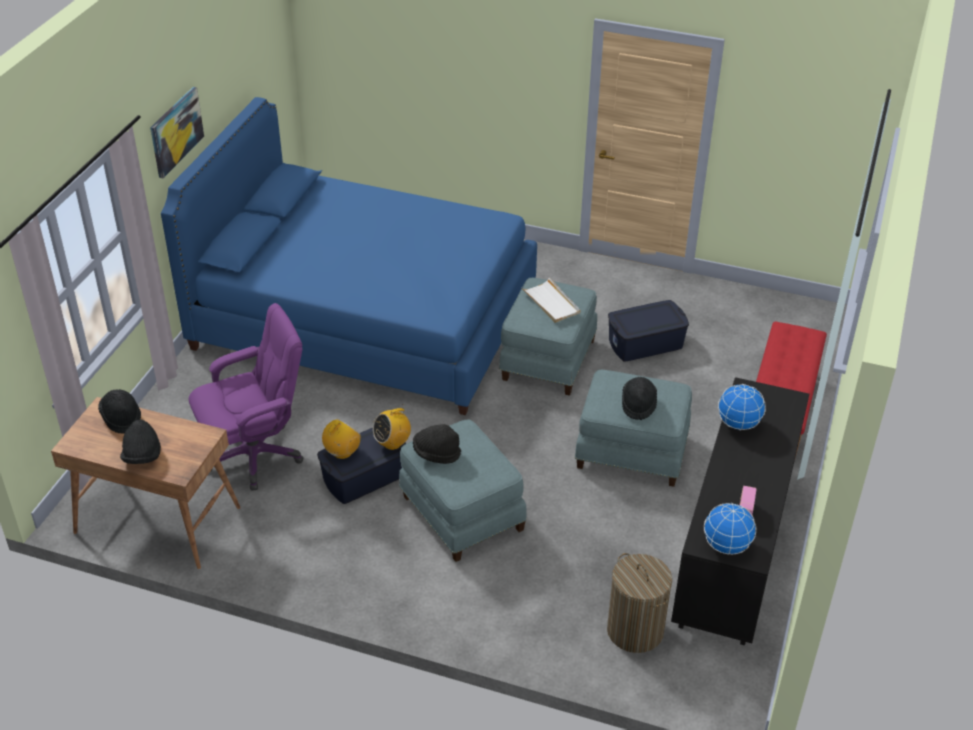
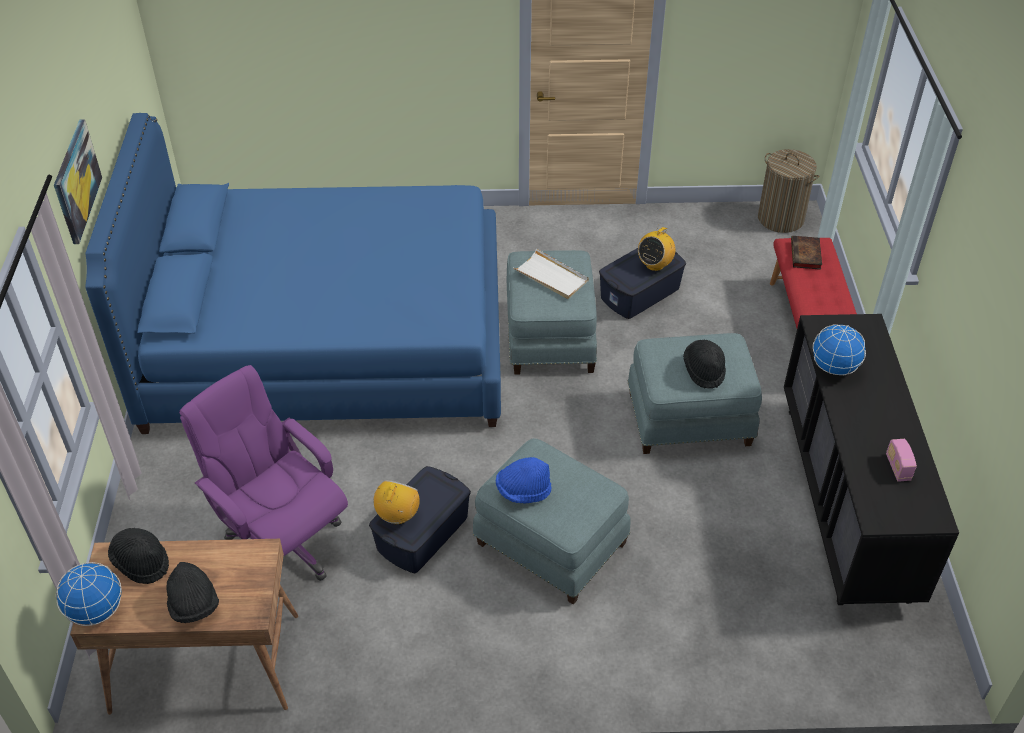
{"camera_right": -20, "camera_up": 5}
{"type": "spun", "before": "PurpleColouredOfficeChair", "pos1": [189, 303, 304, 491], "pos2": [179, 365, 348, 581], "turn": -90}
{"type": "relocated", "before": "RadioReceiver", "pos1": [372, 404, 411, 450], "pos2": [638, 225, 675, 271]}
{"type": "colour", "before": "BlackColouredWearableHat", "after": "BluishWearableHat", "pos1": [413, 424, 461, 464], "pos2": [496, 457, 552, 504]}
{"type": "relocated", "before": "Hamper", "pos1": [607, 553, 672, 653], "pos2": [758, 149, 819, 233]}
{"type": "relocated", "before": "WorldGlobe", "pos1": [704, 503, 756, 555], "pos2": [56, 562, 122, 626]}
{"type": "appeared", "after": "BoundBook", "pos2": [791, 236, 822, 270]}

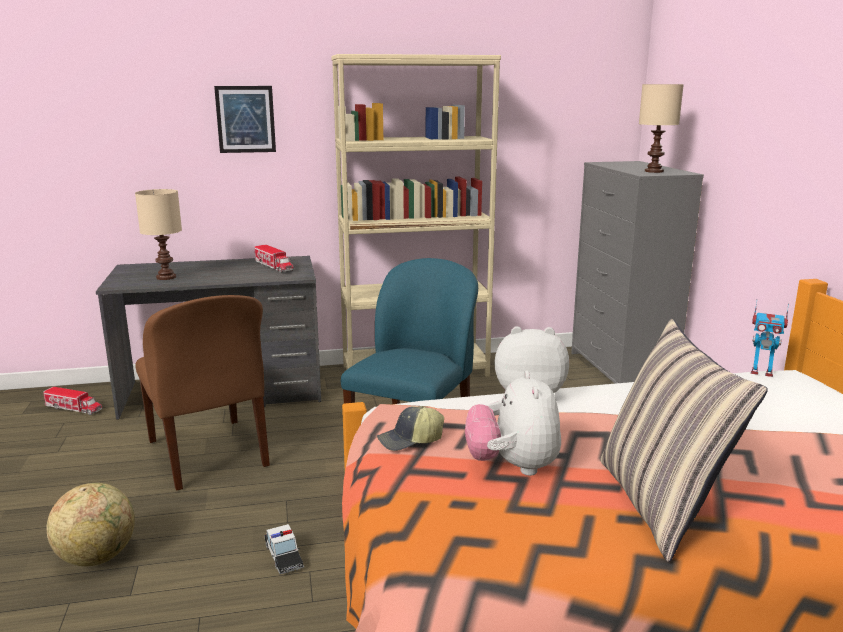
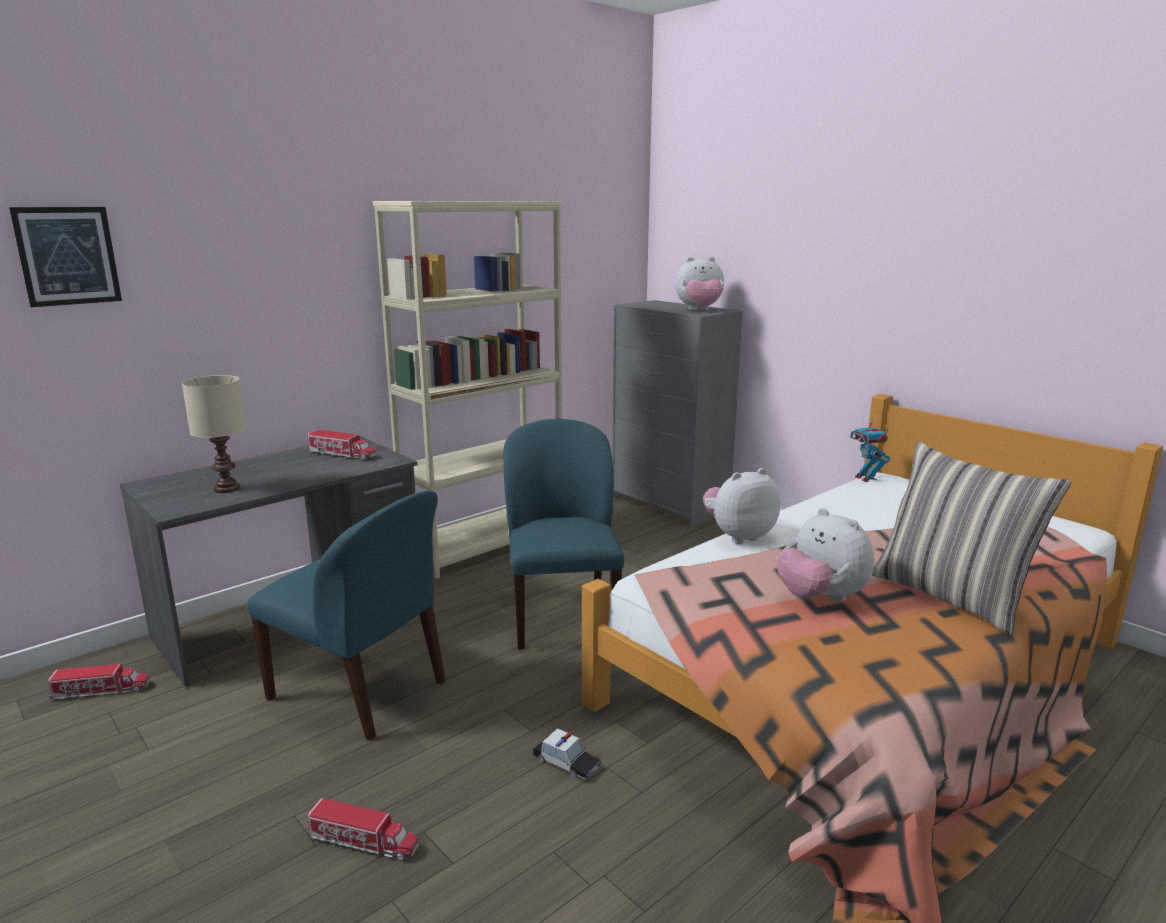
{"camera_right": -30, "camera_up": 0}
{"type": "exchanged", "before": "WorldGlobe", "after": "ToyTruck", "pos1": [47, 483, 135, 566], "pos2": [308, 798, 419, 861]}
{"type": "colour", "before": "BrownUprightChair", "after": "BluishUprightChair", "pos1": [135, 295, 270, 491], "pos2": [247, 491, 446, 741]}
{"type": "relocated", "before": "Picture", "pos1": [214, 86, 276, 153], "pos2": [9, 207, 122, 307]}
{"type": "missing", "before": "Cap", "pos1": [377, 406, 444, 451]}
{"type": "exchanged", "before": "SandColouredTabletopLamp", "after": "PlushToy", "pos1": [639, 84, 684, 173], "pos2": [675, 257, 724, 310]}
{"type": "spun", "before": "ModelRobot", "pos1": [751, 302, 789, 377], "pos2": [850, 416, 892, 482], "turn": 75}

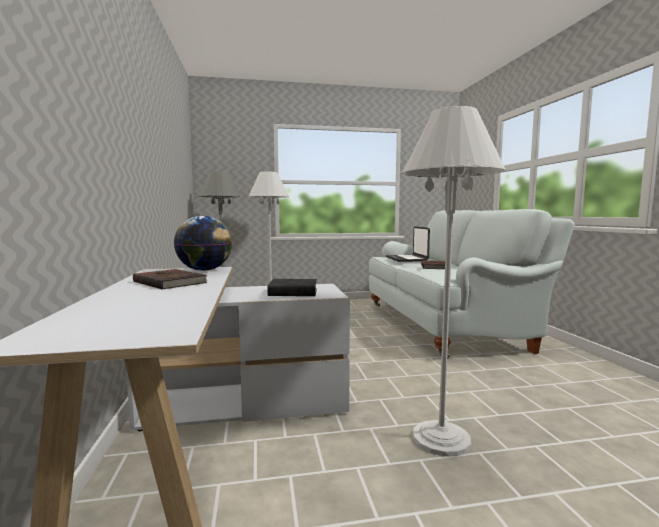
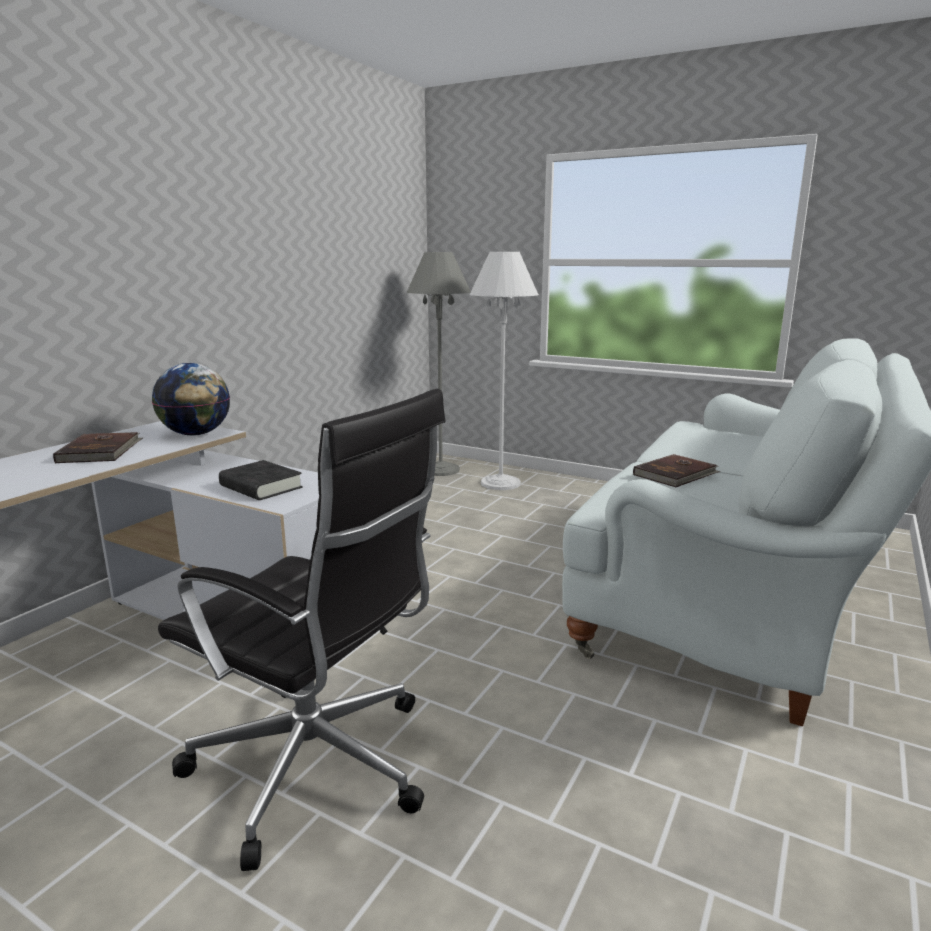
{"camera_right": 40, "camera_up": 10}
{"type": "missing", "before": "PortableComputer", "pos1": [386, 226, 430, 262]}
{"type": "exchanged", "before": "WhitishStandingLamp", "after": "BlackColouredOfficeChair", "pos1": [402, 106, 506, 457], "pos2": [158, 389, 446, 871]}

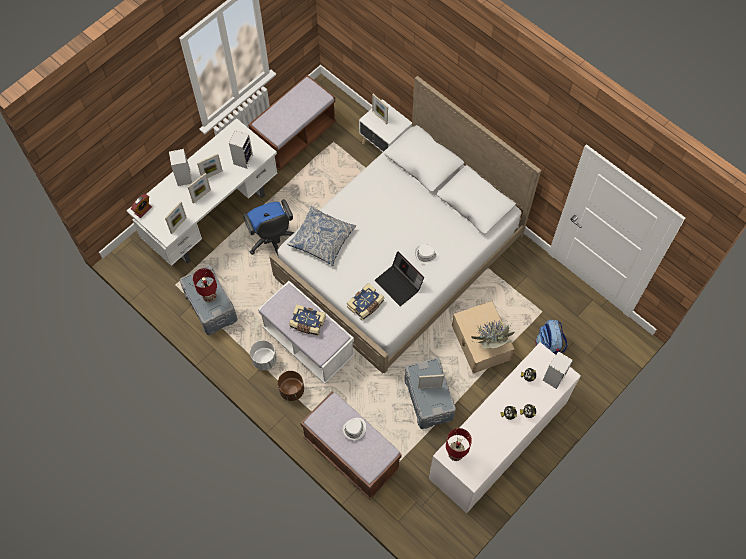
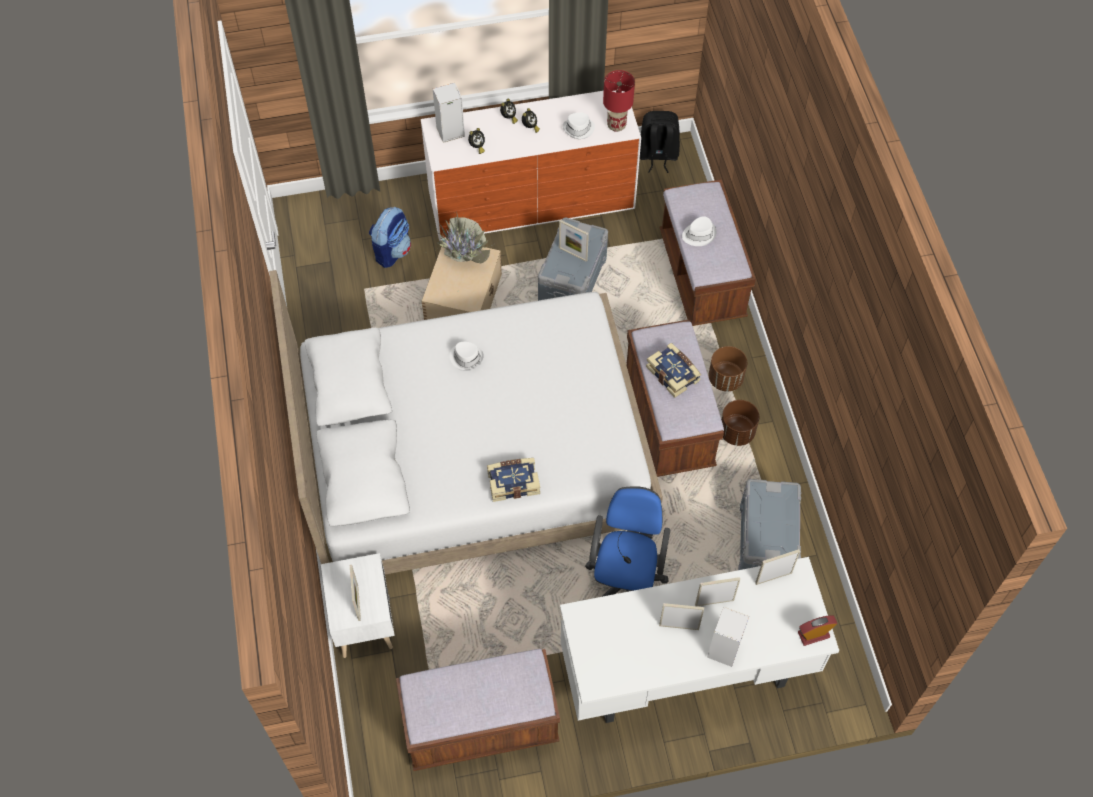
{"camera_right": -145, "camera_up": -5}
{"type": "missing", "before": "RedColouredTabletopLamp", "pos1": [193, 268, 217, 302]}
{"type": "missing", "before": "AudioSpeaker", "pos1": [229, 130, 253, 169]}
{"type": "colour", "before": "WhitishFlowerPot", "after": "BrownFlowerPot", "pos1": [250, 340, 277, 370], "pos2": [721, 400, 759, 446]}
{"type": "colour", "before": "WhitishBench", "after": "BrownBench", "pos1": [258, 281, 355, 384], "pos2": [626, 320, 724, 477]}
{"type": "missing", "before": "Pillow", "pos1": [287, 206, 356, 266]}
{"type": "relocated", "before": "BoundBook", "pos1": [347, 283, 384, 321], "pos2": [487, 458, 540, 502]}
{"type": "missing", "before": "PortableComputer", "pos1": [375, 251, 424, 306]}
{"type": "appeared", "after": "WhitishWearableHat", "pos2": [563, 112, 595, 139]}
{"type": "appeared", "after": "BlackColouredBackpack", "pos2": [640, 111, 680, 173]}

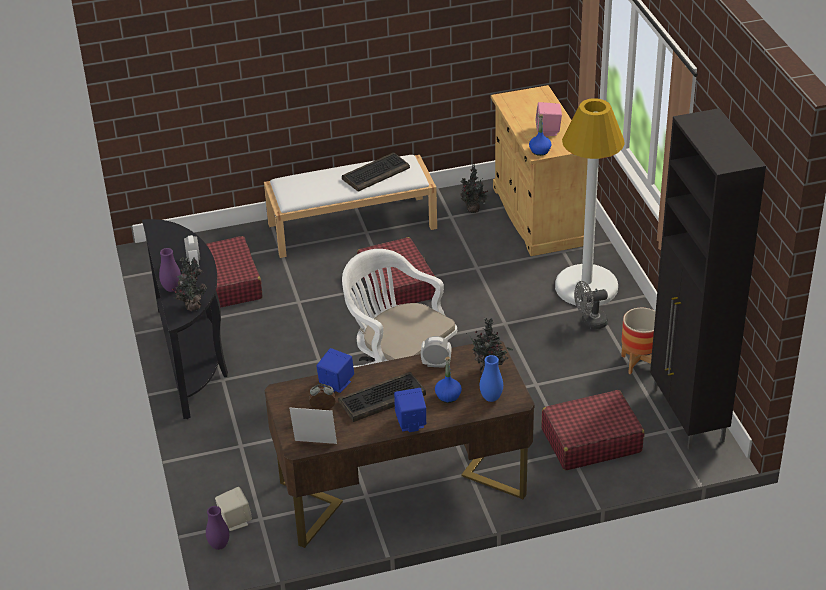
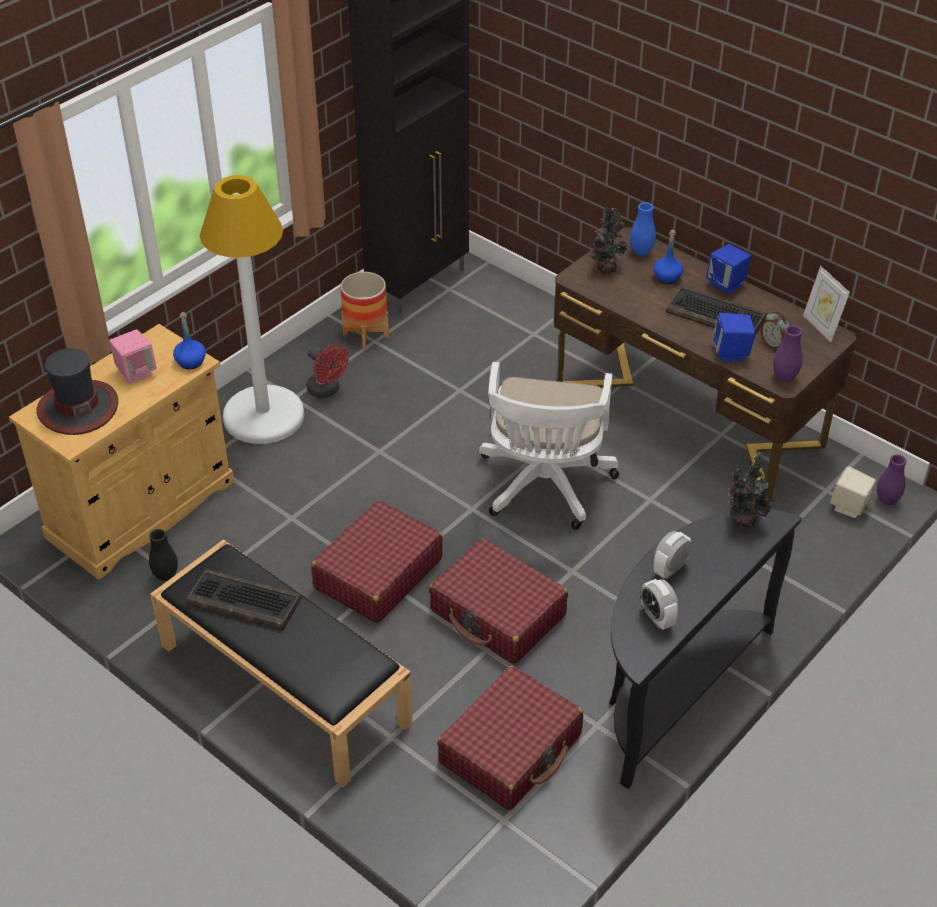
{"camera_right": -125, "camera_up": 5}
{"type": "relocated", "before": "PurpleColouredFlowerVase", "pos1": [159, 248, 181, 292], "pos2": [773, 325, 802, 382]}
{"type": "colour", "before": "WhitishBench", "after": "BlackColouredBench", "pos1": [264, 155, 437, 258], "pos2": [150, 539, 413, 787]}
{"type": "relocated", "before": "BedsideClock", "pos1": [421, 336, 452, 368], "pos2": [641, 579, 679, 630]}
{"type": "exchanged", "before": "Houseplant", "after": "BlackColouredFlowerVase", "pos1": [460, 164, 489, 213], "pos2": [149, 529, 178, 581]}
{"type": "relocated", "before": "RedColouredTravelCase", "pos1": [541, 390, 645, 470], "pos2": [429, 538, 568, 664]}
{"type": "colour", "before": "GreyishFan", "after": "RedColouredFan", "pos1": [574, 281, 608, 330], "pos2": [307, 344, 349, 398]}
{"type": "appeared", "after": "WearableHat", "pos2": [36, 348, 118, 435]}

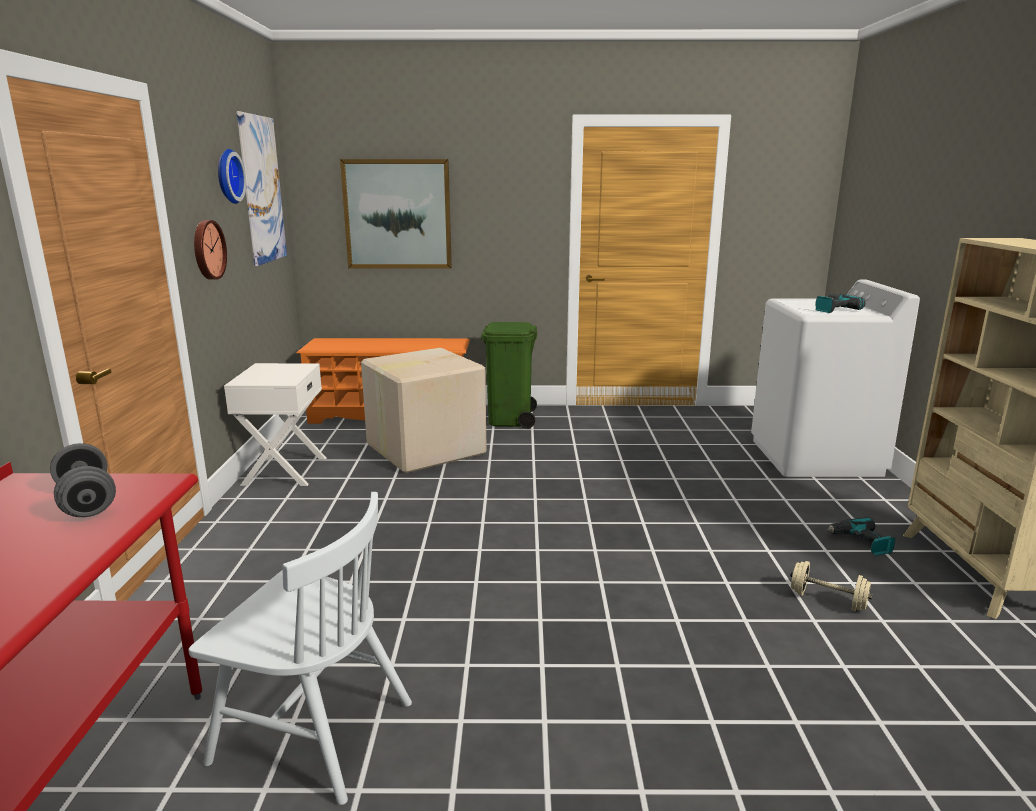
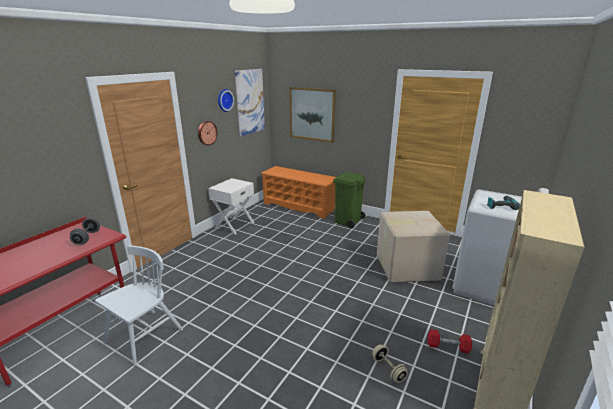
{"camera_right": 30, "camera_up": 5}
{"type": "spun", "before": "WhitishUprightChair", "pos1": [189, 492, 412, 805], "pos2": [95, 245, 183, 366], "turn": -105}
{"type": "relocated", "before": "Carton", "pos1": [361, 348, 487, 473], "pos2": [377, 211, 450, 282]}
{"type": "exchanged", "before": "ElectricDrill", "after": "RedColouredDumbbell", "pos1": [826, 517, 895, 556], "pos2": [428, 329, 472, 353]}

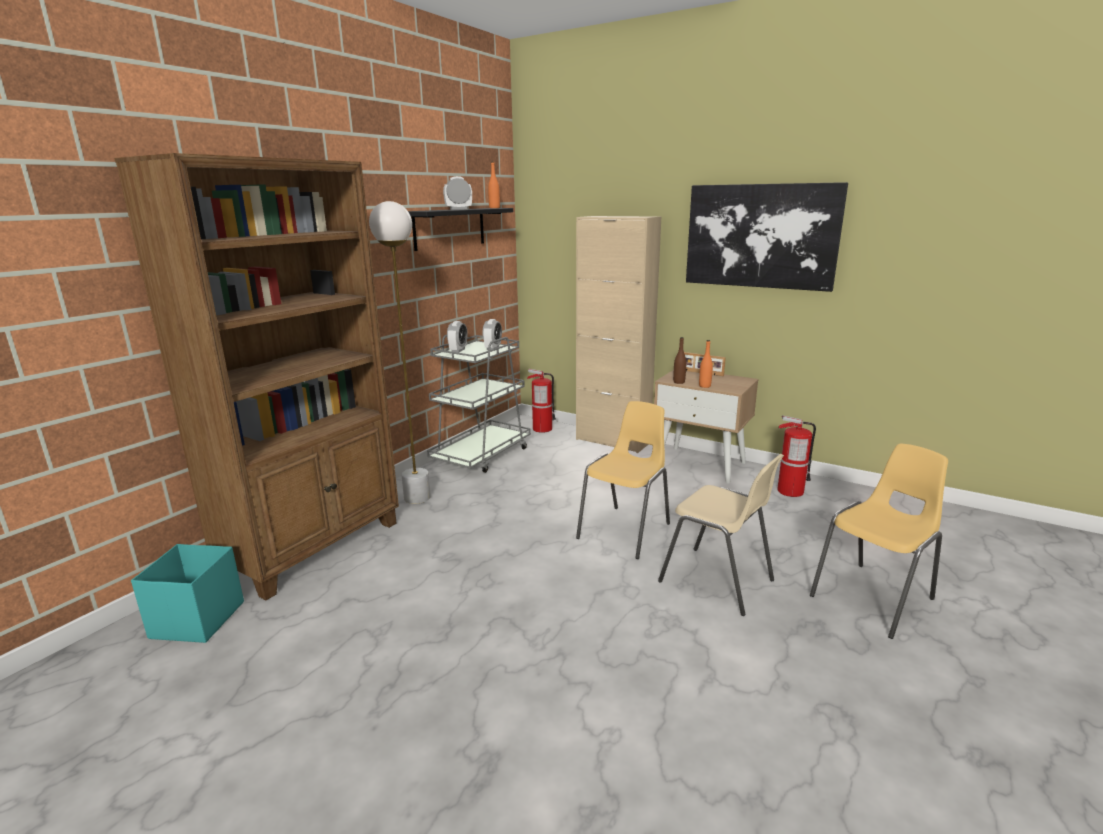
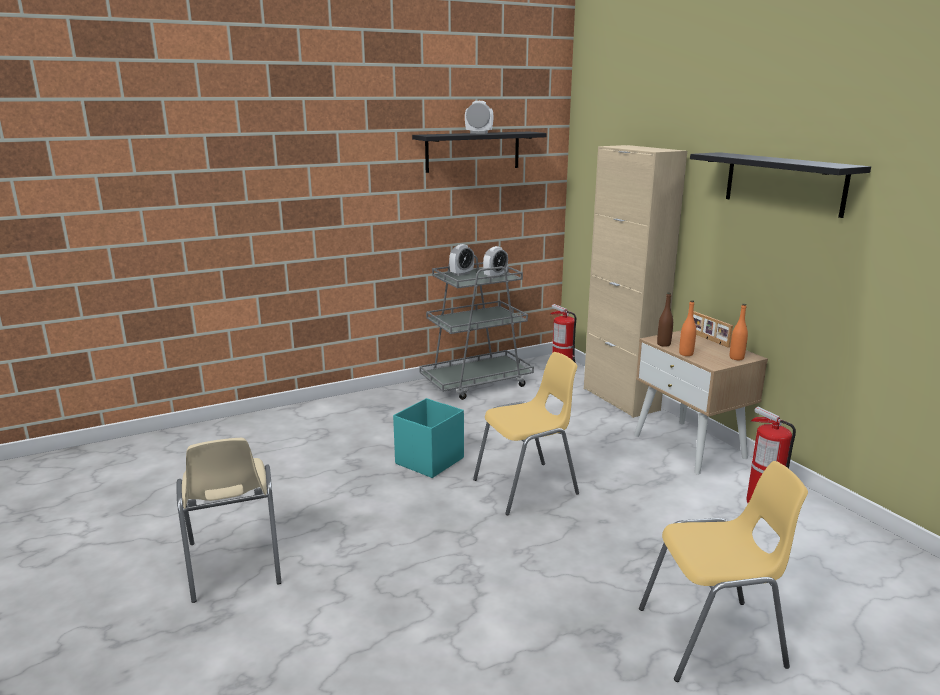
{"camera_right": 30, "camera_up": 0}
{"type": "missing", "before": "BrownBookshelf", "pos1": [114, 153, 399, 600]}
{"type": "relocated", "before": "BlueGreenStorageBin", "pos1": [131, 544, 244, 643], "pos2": [393, 398, 464, 478]}
{"type": "missing", "before": "WhitishStandingLamp", "pos1": [369, 201, 431, 504]}
{"type": "relocated", "before": "OrangeyBottle", "pos1": [488, 162, 500, 208], "pos2": [730, 304, 748, 360]}
{"type": "relocated", "before": "SandColouredUprightChair", "pos1": [658, 454, 784, 616], "pos2": [177, 438, 282, 603]}
{"type": "exchanged", "before": "Picture", "after": "BlackColouredShelf", "pos1": [686, 182, 848, 292], "pos2": [690, 152, 871, 218]}

